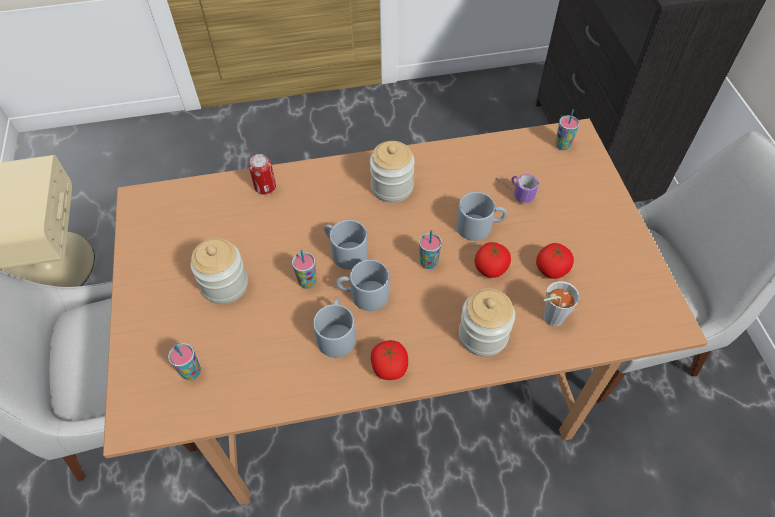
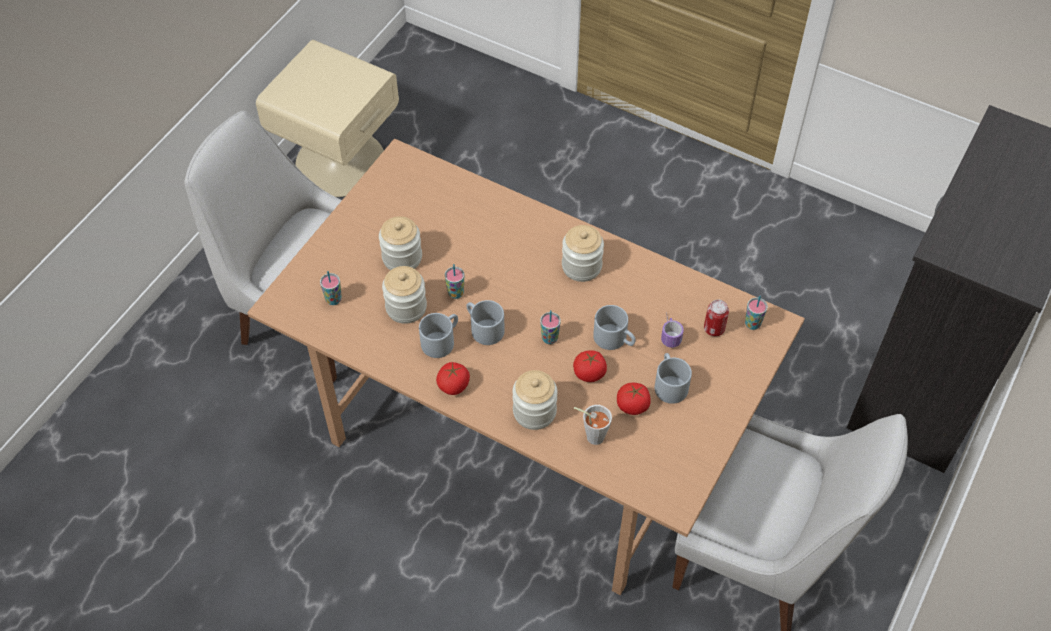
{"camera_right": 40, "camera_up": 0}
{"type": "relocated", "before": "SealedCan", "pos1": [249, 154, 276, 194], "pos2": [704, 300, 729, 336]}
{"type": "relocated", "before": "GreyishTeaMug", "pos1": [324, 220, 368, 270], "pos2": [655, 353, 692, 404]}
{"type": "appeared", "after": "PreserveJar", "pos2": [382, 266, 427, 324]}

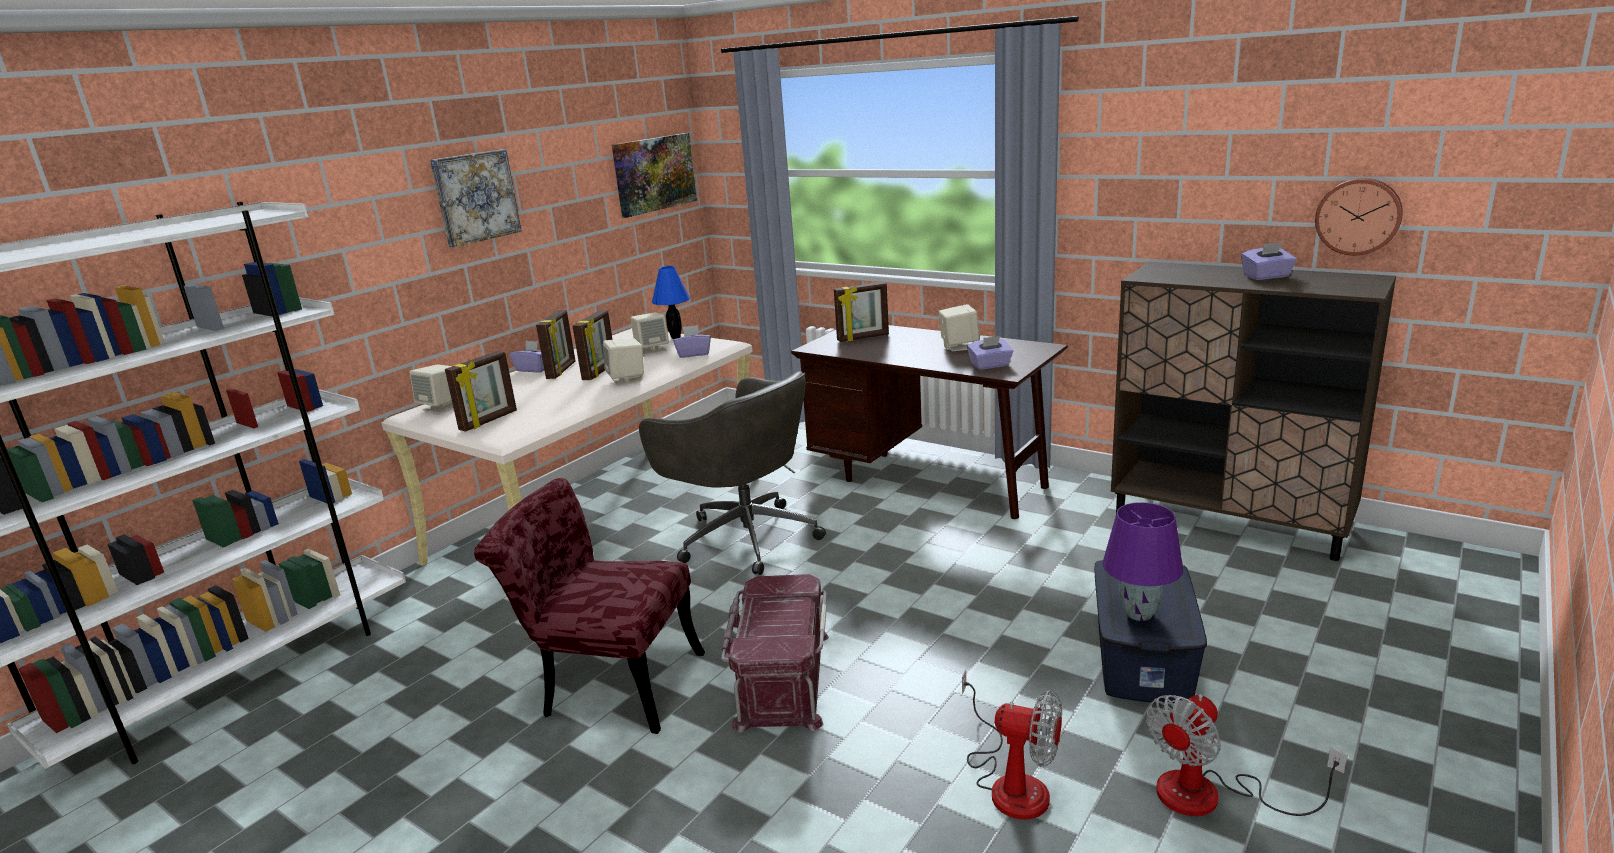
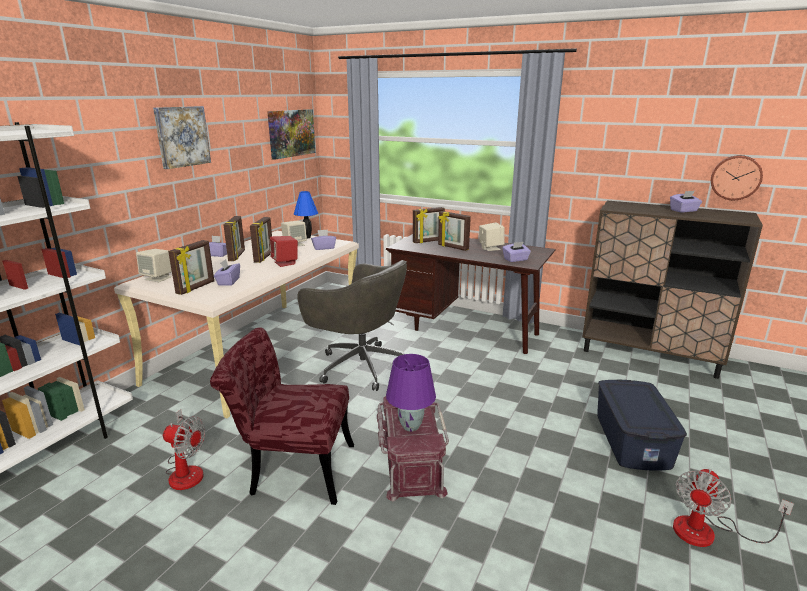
{"camera_right": -10, "camera_up": 0}
{"type": "colour", "before": "SandColouredAudioSpeaker", "after": "RedColouredAudioSpeaker", "pos1": [603, 338, 644, 386], "pos2": [270, 236, 298, 267]}
{"type": "relocated", "before": "Fan", "pos1": [962, 669, 1062, 820], "pos2": [163, 409, 205, 490]}
{"type": "relocated", "before": "PurpleColouredTabletopLamp", "pos1": [1102, 502, 1183, 621], "pos2": [386, 354, 436, 432]}
{"type": "appeared", "after": "PurpleColouredTissueBox", "pos2": [214, 259, 240, 286]}
{"type": "appeared", "after": "PhotoFrame", "pos2": [438, 211, 471, 251]}

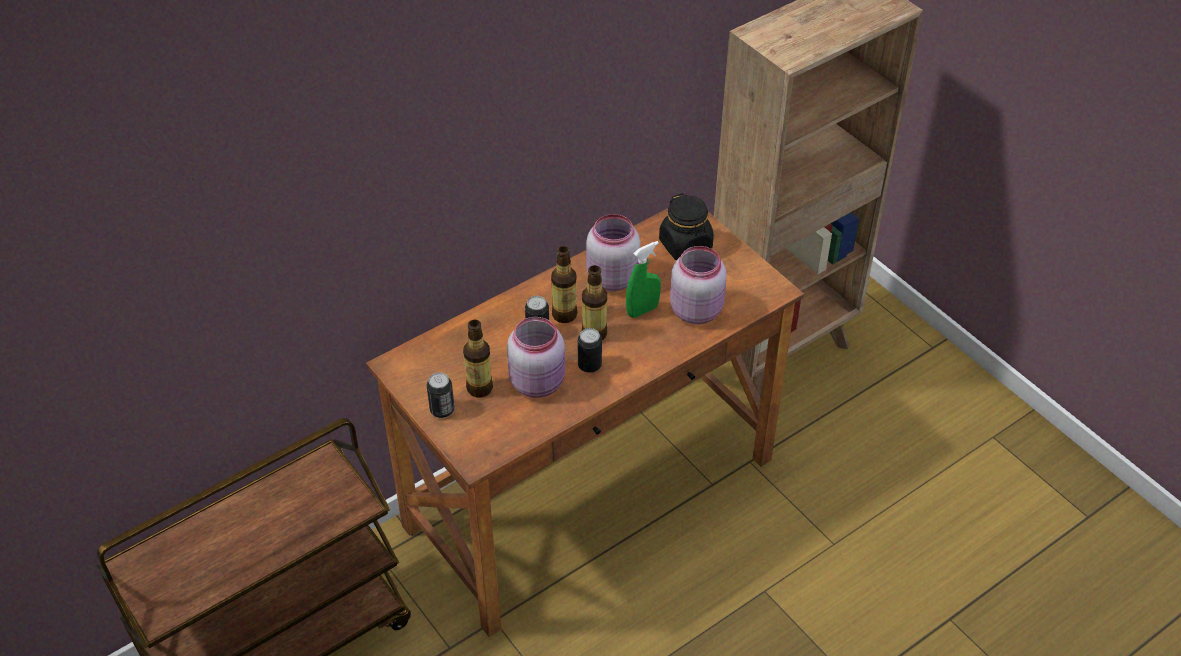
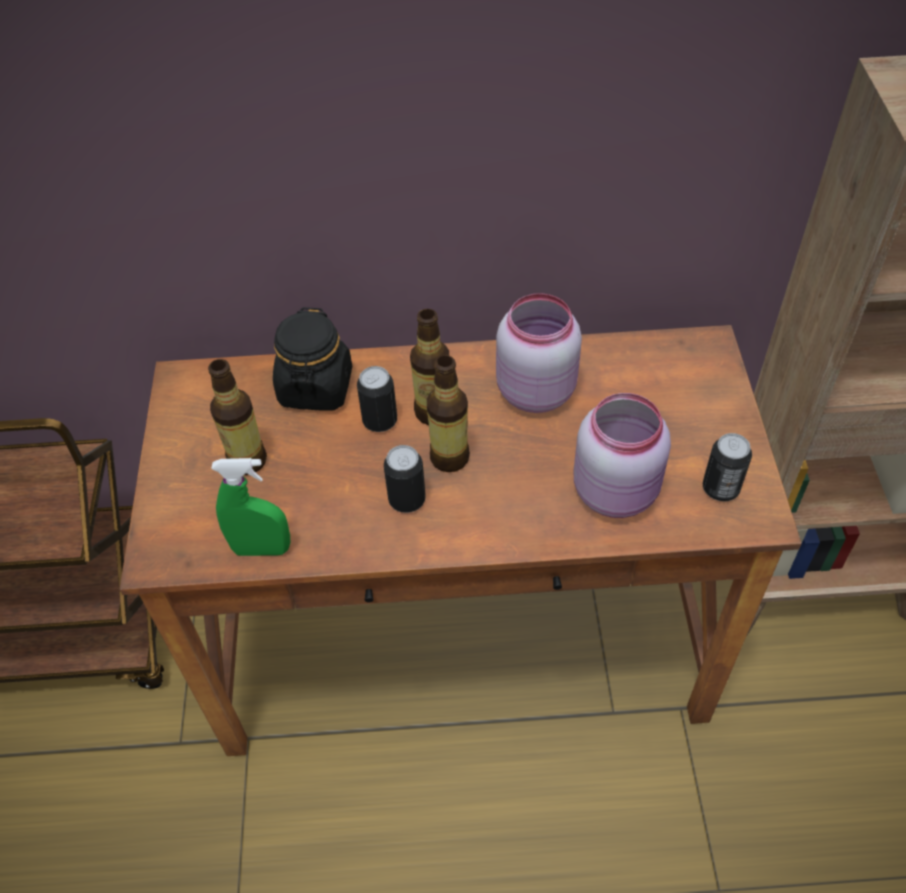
{"camera_right": 35, "camera_up": 5}
{"type": "relocated", "before": "SealedCan", "pos1": [427, 372, 454, 418], "pos2": [703, 433, 752, 501]}
{"type": "missing", "before": "PinkPreserveJar", "pos1": [507, 317, 565, 398]}
{"type": "relocated", "before": "GreenHandSprayer", "pos1": [626, 241, 661, 318], "pos2": [211, 458, 290, 556]}
{"type": "relocated", "before": "BlackColouredPreserveJar", "pos1": [659, 193, 714, 260], "pos2": [273, 307, 352, 410]}

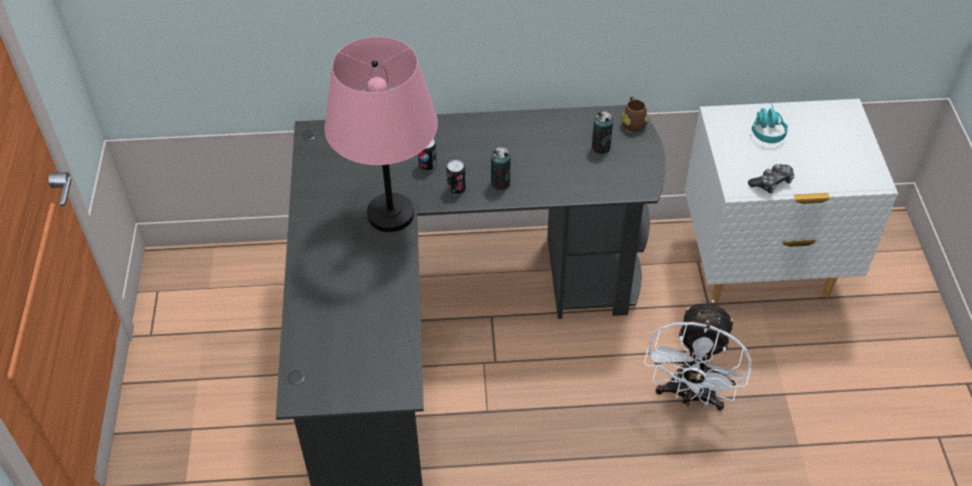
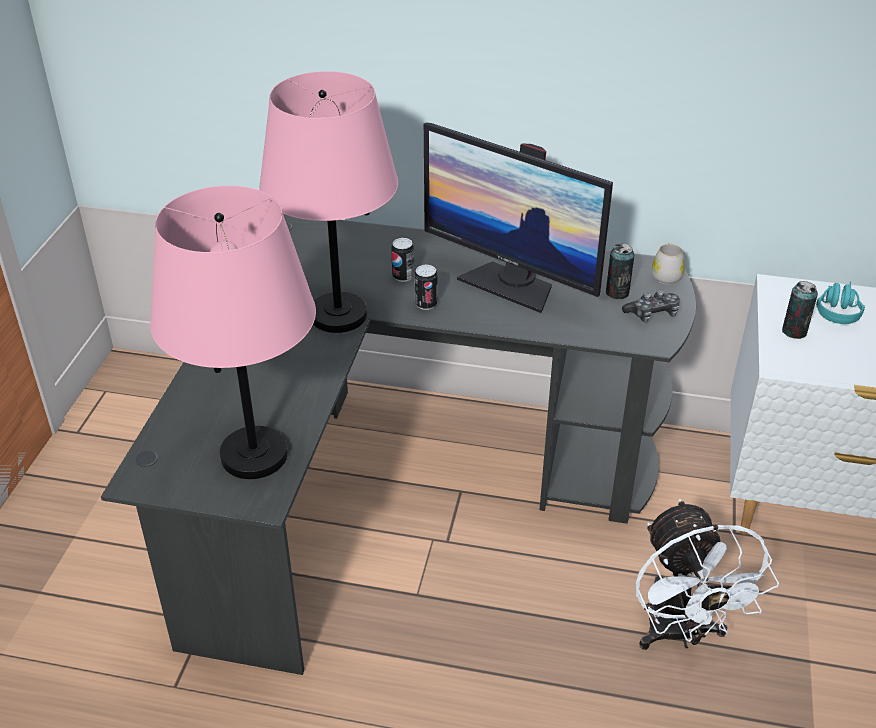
{"camera_right": 15, "camera_up": -10}
{"type": "relocated", "before": "SealedCan", "pos1": [491, 147, 511, 190], "pos2": [782, 281, 818, 339]}
{"type": "colour", "before": "BrownTeaMug", "after": "WhitishTeaMug", "pos1": [622, 97, 648, 132], "pos2": [652, 242, 685, 285]}
{"type": "spun", "before": "WhitishFan", "pos1": [644, 300, 752, 411], "pos2": [635, 499, 779, 650], "turn": -45}
{"type": "relocated", "before": "GameController", "pos1": [748, 164, 795, 193], "pos2": [622, 290, 680, 322]}
{"type": "appeared", "after": "PinkTabletopLamp", "pos2": [150, 186, 316, 479]}
{"type": "appeared", "after": "ComputerScreen", "pos2": [424, 122, 613, 313]}

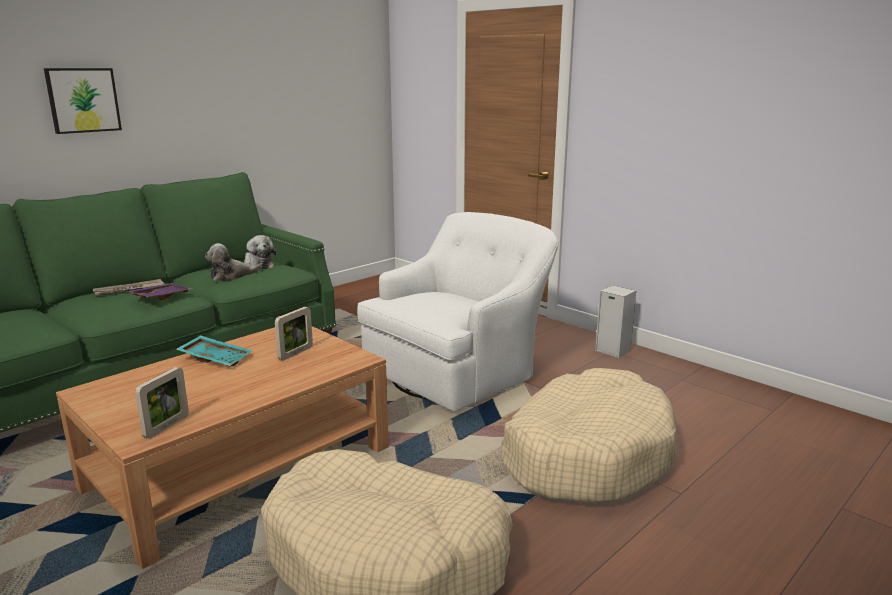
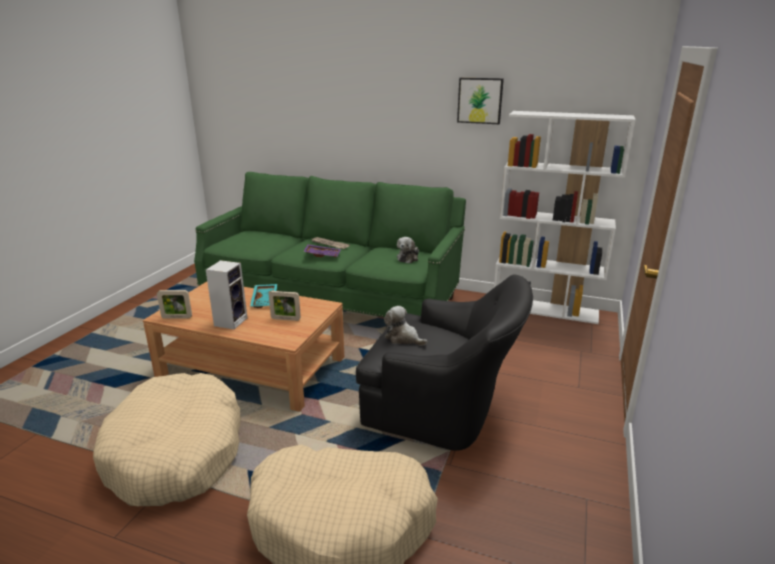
{"camera_right": 65, "camera_up": 5}
{"type": "relocated", "before": "Picture", "pos1": [44, 68, 122, 134], "pos2": [457, 78, 504, 124]}
{"type": "relocated", "before": "PlushToy", "pos1": [205, 243, 261, 281], "pos2": [384, 306, 428, 346]}
{"type": "colour", "before": "WhitishLoungeChair", "after": "BlackColouredLoungeChair", "pos1": [357, 212, 559, 411], "pos2": [356, 275, 533, 451]}
{"type": "relocated", "before": "AudioSpeaker", "pos1": [595, 285, 636, 358], "pos2": [206, 260, 247, 329]}
{"type": "appeared", "after": "WhitishBookshelf", "pos2": [494, 111, 636, 324]}

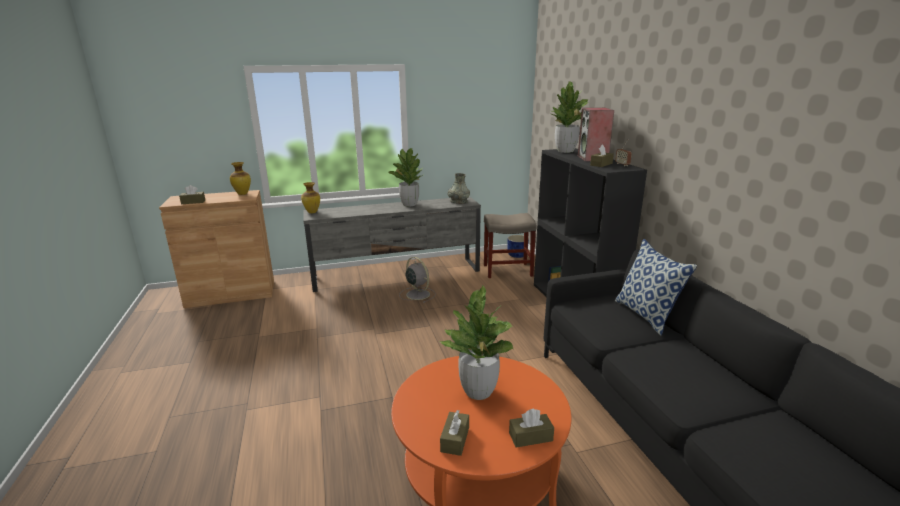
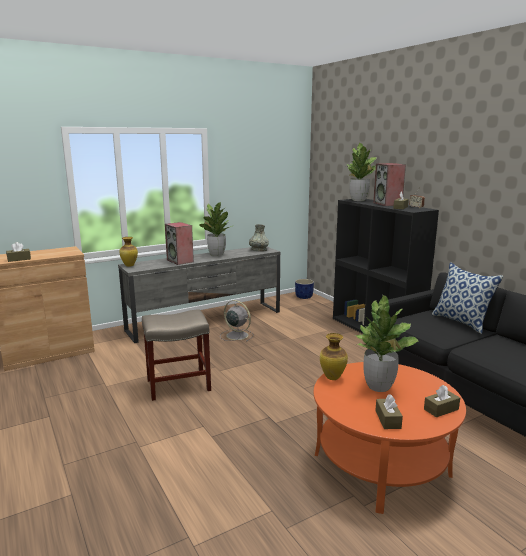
{"camera_right": -15, "camera_up": -5}
{"type": "relocated", "before": "FlowerVase", "pos1": [230, 162, 251, 195], "pos2": [320, 333, 348, 380]}
{"type": "relocated", "before": "SandColouredStoolSeat", "pos1": [484, 213, 537, 278], "pos2": [142, 309, 211, 401]}
{"type": "appeared", "after": "AudioSpeaker", "pos2": [165, 222, 194, 265]}

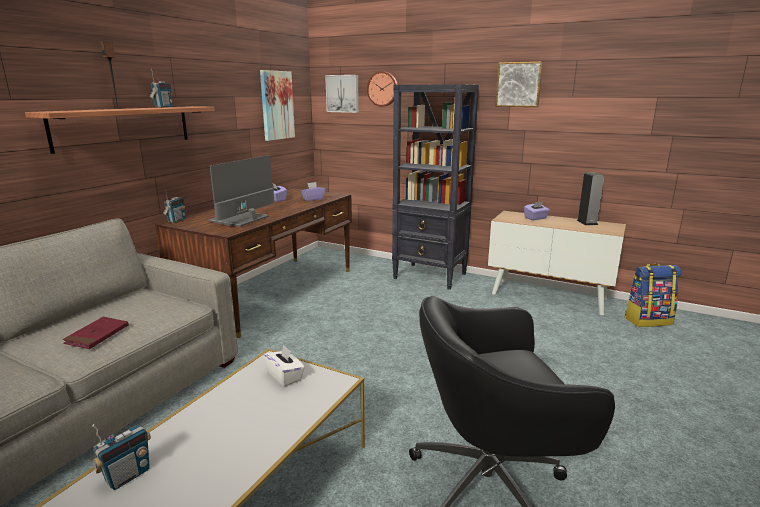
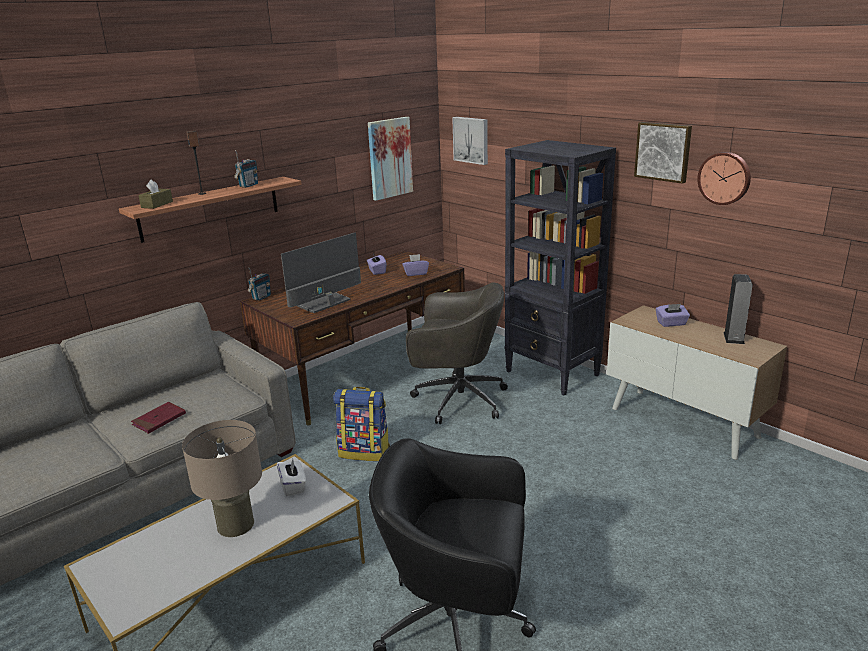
{"camera_right": 20, "camera_up": 5}
{"type": "missing", "before": "RadioReceiver", "pos1": [92, 424, 151, 490]}
{"type": "relocated", "before": "WallClock", "pos1": [367, 71, 398, 107], "pos2": [697, 152, 751, 205]}
{"type": "relocated", "before": "Backpack", "pos1": [625, 263, 682, 327], "pos2": [333, 387, 390, 461]}
{"type": "appeared", "after": "BrownTissueBox", "pos2": [138, 179, 173, 209]}
{"type": "appeared", "after": "SandColouredTabletopLamp", "pos2": [182, 420, 262, 537]}
{"type": "appeared", "after": "GreyishOfficeChair", "pos2": [406, 282, 508, 424]}

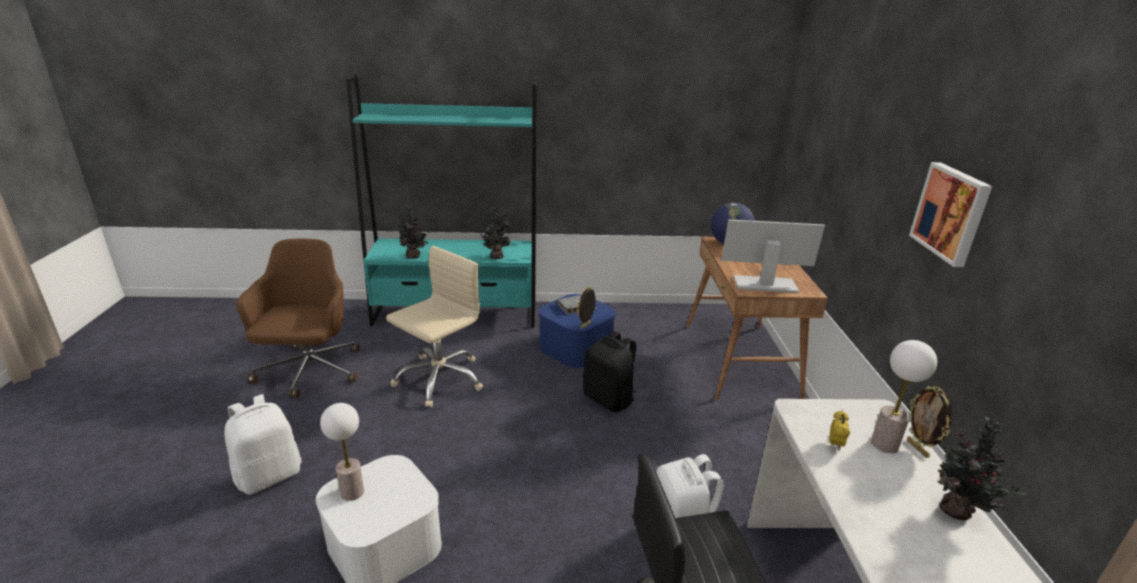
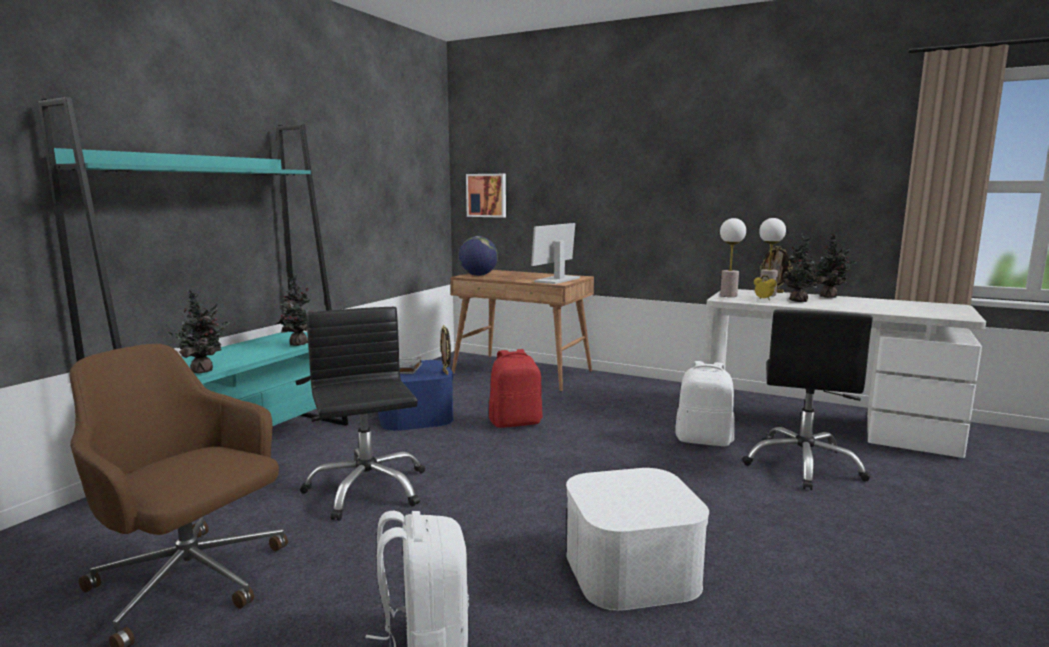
{"camera_right": -60, "camera_up": -15}
{"type": "relocated", "before": "TabletopLamp", "pos1": [320, 403, 364, 501], "pos2": [720, 218, 746, 297]}
{"type": "colour", "before": "SandColouredOfficeChair", "after": "BlackColouredOfficeChair", "pos1": [386, 246, 483, 407], "pos2": [300, 307, 425, 521]}
{"type": "colour", "before": "BlackColouredBackpack", "after": "RedColouredBackpack", "pos1": [583, 331, 637, 412], "pos2": [489, 349, 543, 428]}
{"type": "relocated", "before": "Picture", "pos1": [909, 162, 992, 267], "pos2": [466, 174, 506, 218]}
{"type": "appeared", "after": "Houseplant", "pos2": [783, 234, 821, 302]}

